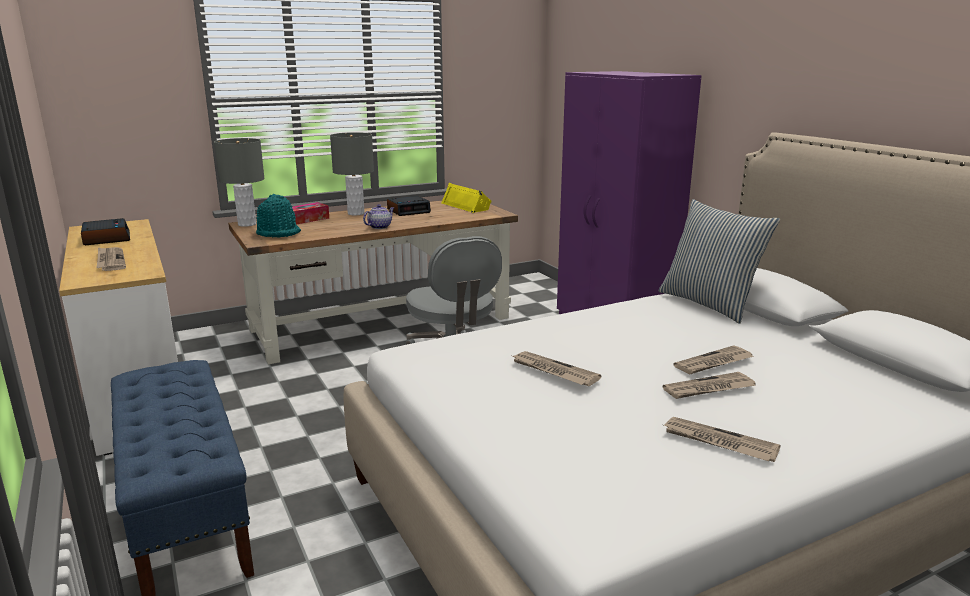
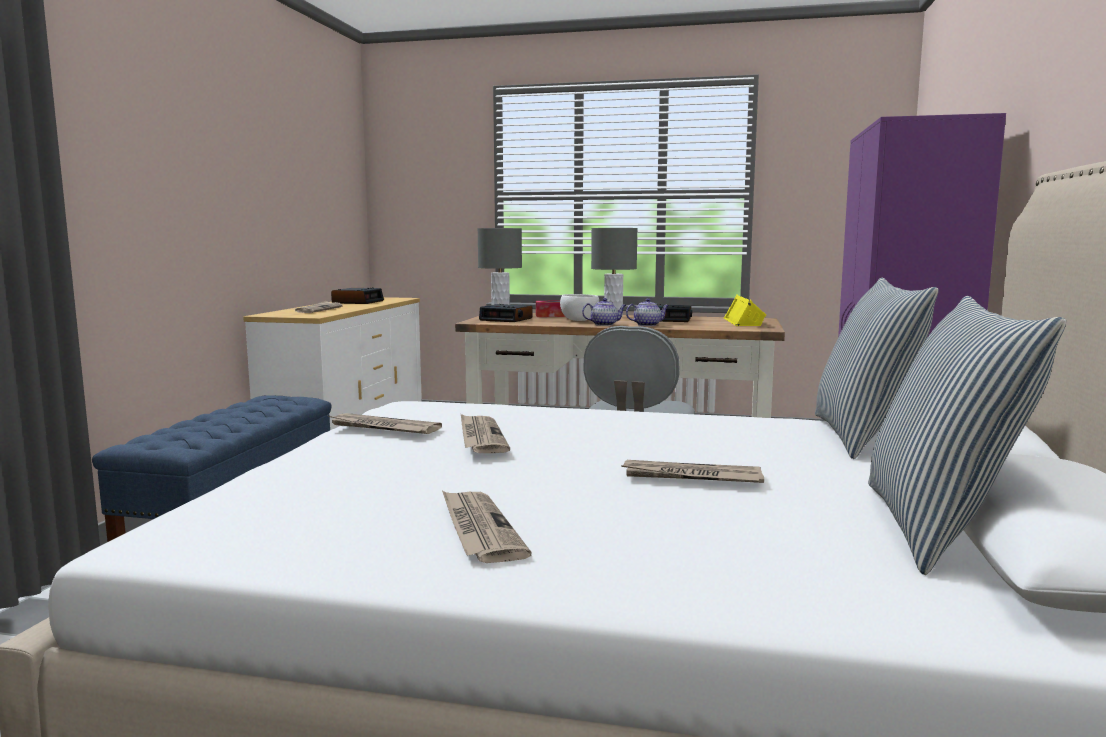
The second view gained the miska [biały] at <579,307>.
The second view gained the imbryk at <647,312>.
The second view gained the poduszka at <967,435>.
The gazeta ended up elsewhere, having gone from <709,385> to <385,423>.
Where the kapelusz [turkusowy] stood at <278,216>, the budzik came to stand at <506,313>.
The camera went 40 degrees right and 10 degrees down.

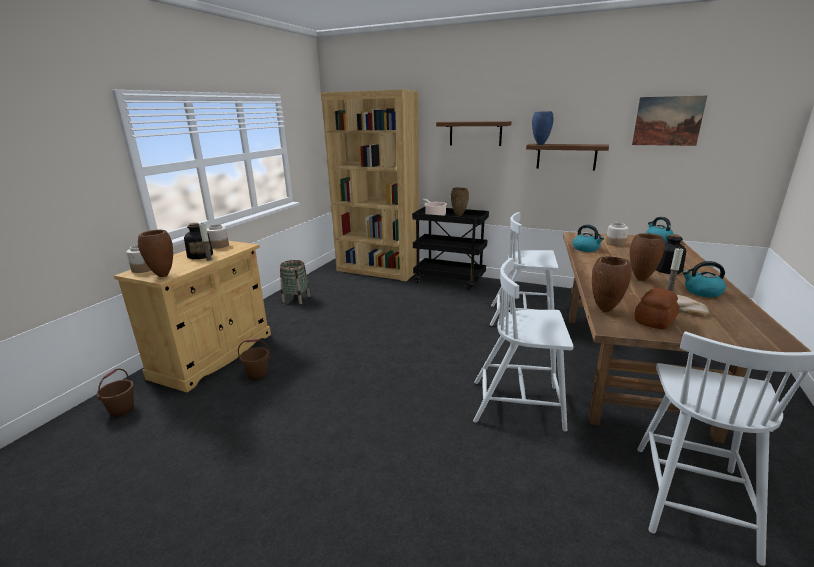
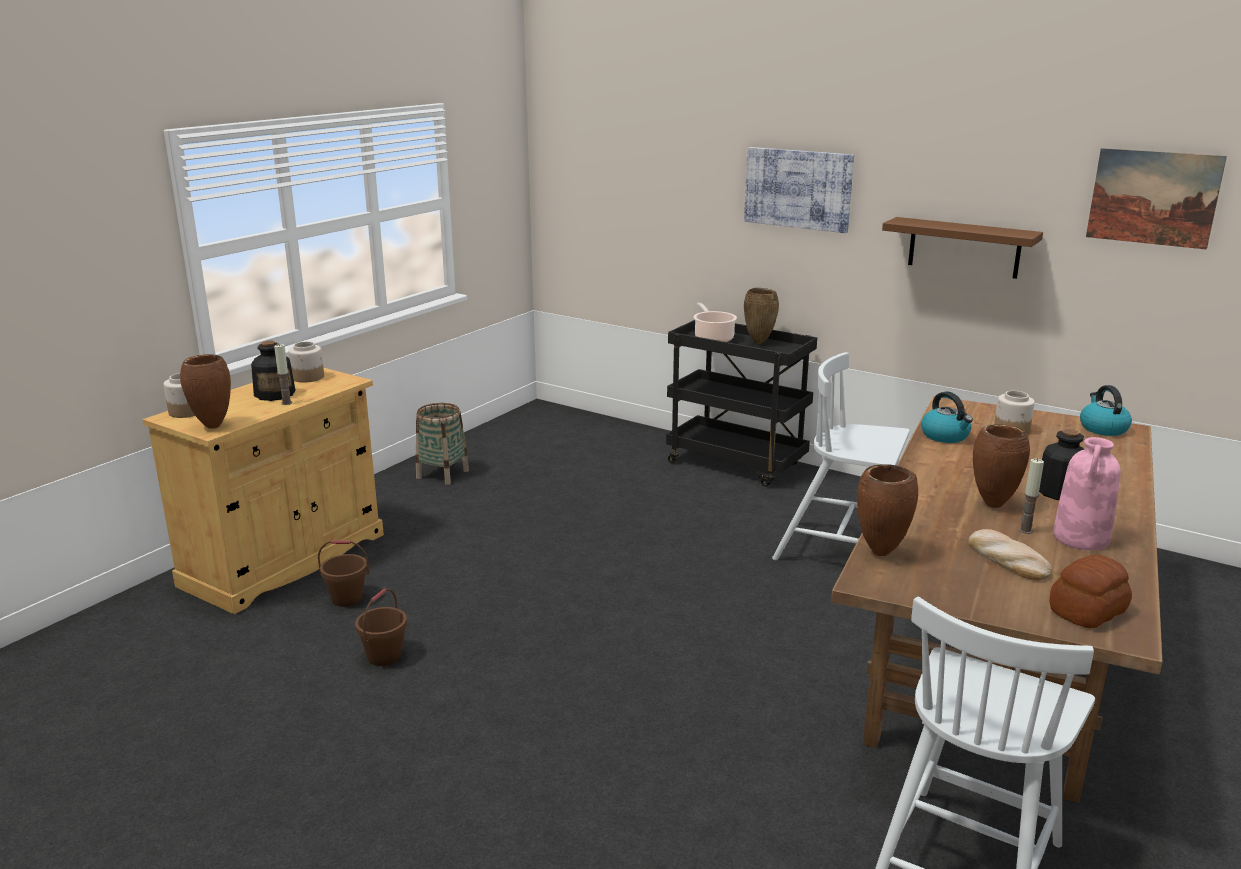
The second view lost the regał [brązowy] at <370,185>.
The second view lost the krzesło [biały] at <523,345>.
The second view lost the wazon [niebieski] at <543,128>.
The wiadro [brązowy] ended up elsewhere, having gone from <115,393> to <381,627>.
The chleb ended up elsewhere, having gone from <657,309> to <1090,592>.
Where the półka [brązowy] hung at <474,133>, the obraz came to hang at <799,190>.
Where the czajnik stood at <704,279>, the wazon [różowy] came to stand at <1087,493>.
The camera went 10 degrees right and 0 degrees up.

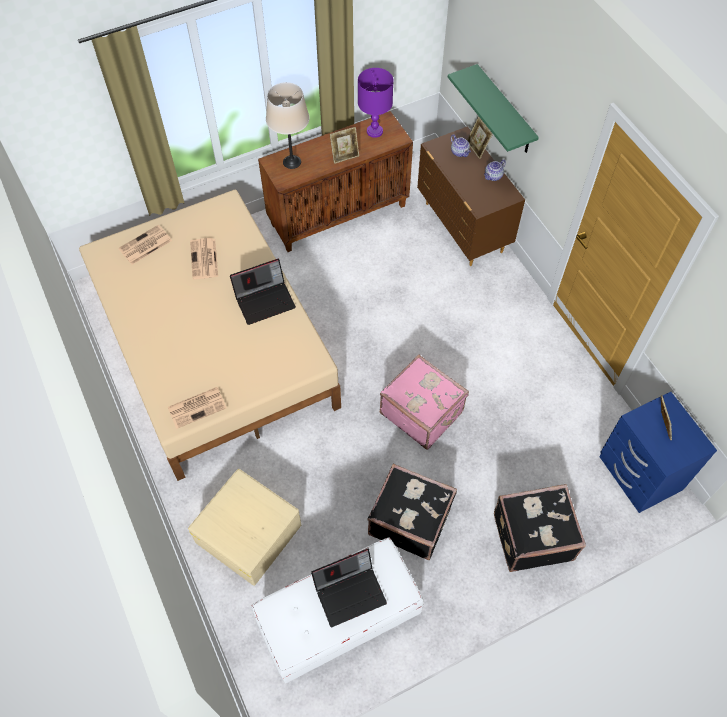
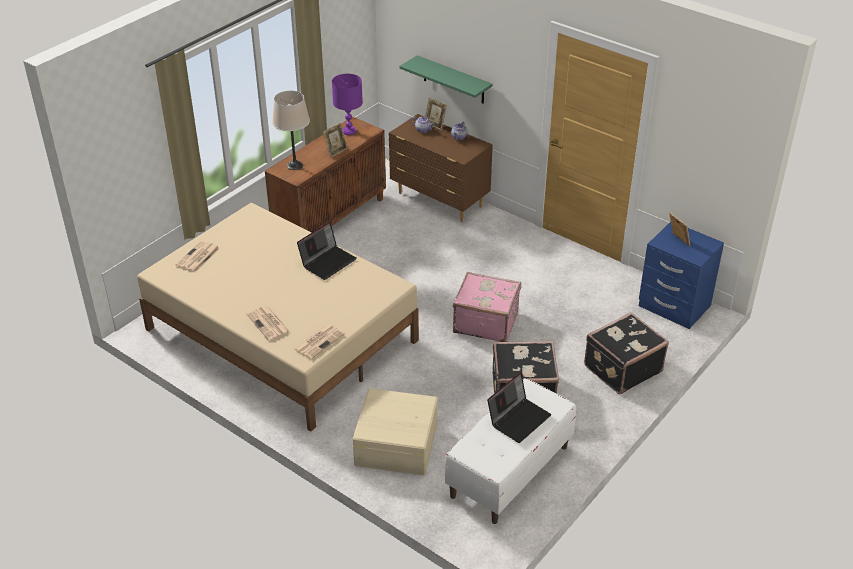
The gazeta ended up elsewhere, having gone from <204,258> to <268,323>.
The camera went 25 degrees left and 20 degrees down.

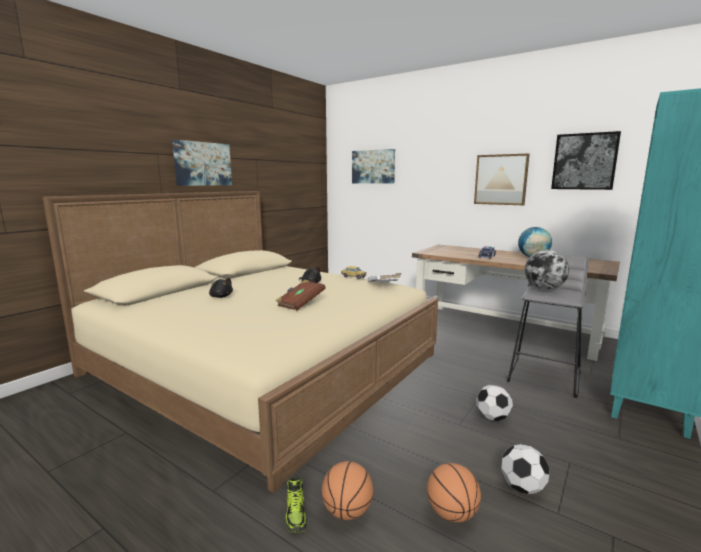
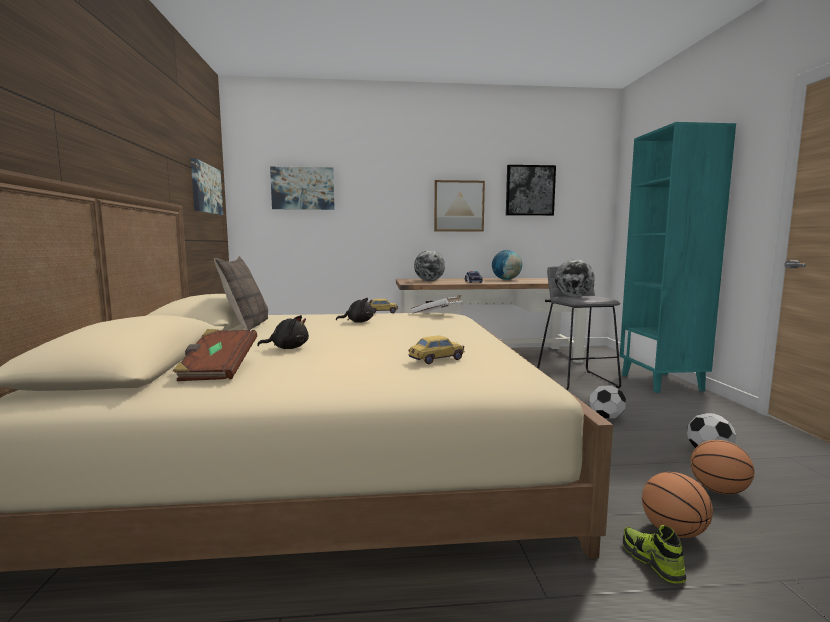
The second view gained the poduszka at <241,293>.
The second view gained the samochodzik at <436,349>.
The second view gained the globus at <429,265>.
The obraz ended up elsewhere, having gone from <202,162> to <207,186>.
The książka [brązowy] ended up elsewhere, having gone from <301,295> to <215,355>.
The but at <296,504> ended up facing another way, 150 degrees counterclockwise from before.
The camera went 40 degrees left and 5 degrees down.

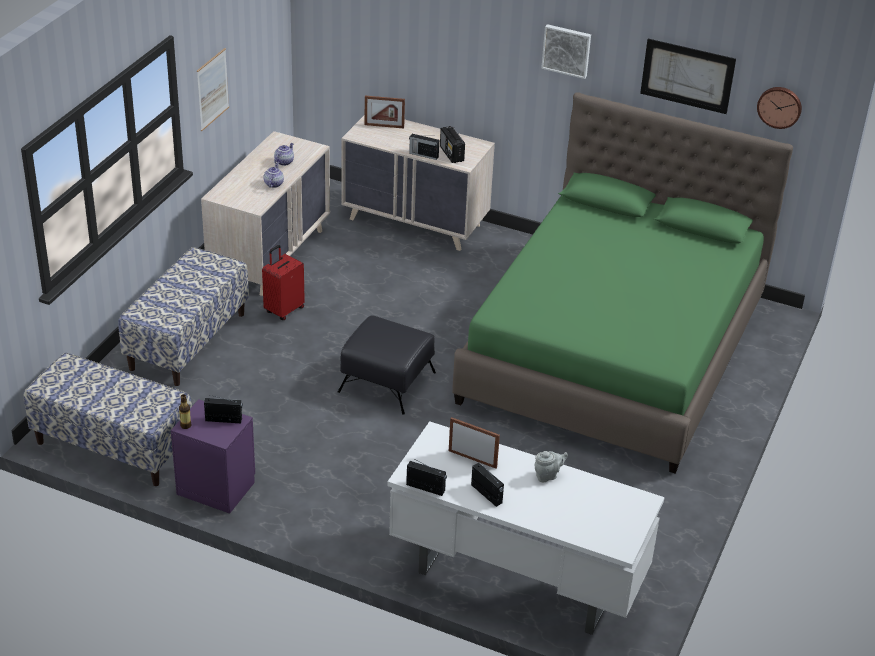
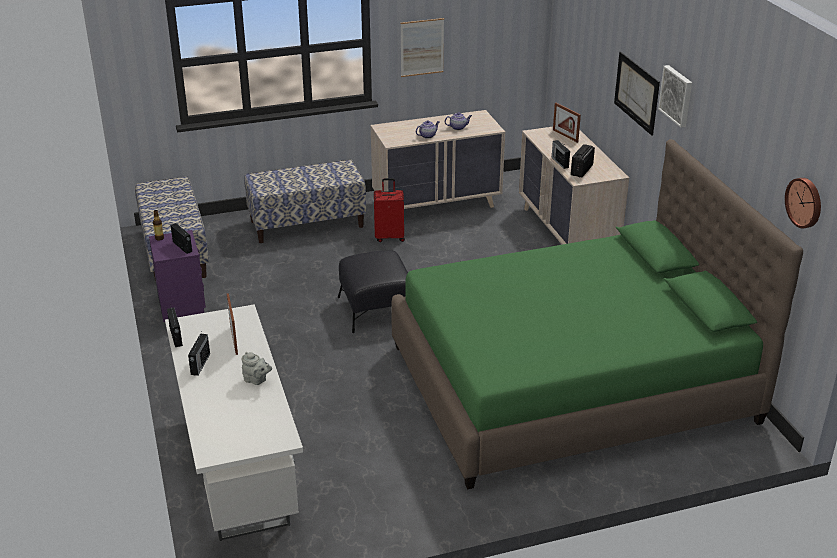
The obraz ended up elsewhere, having gone from <688,76> to <637,94>.
The camera went 50 degrees right and 5 degrees down.

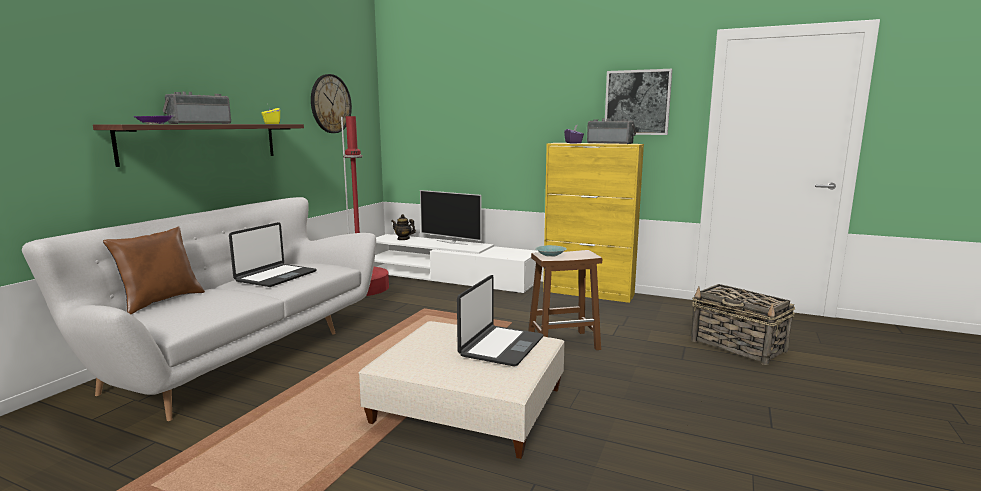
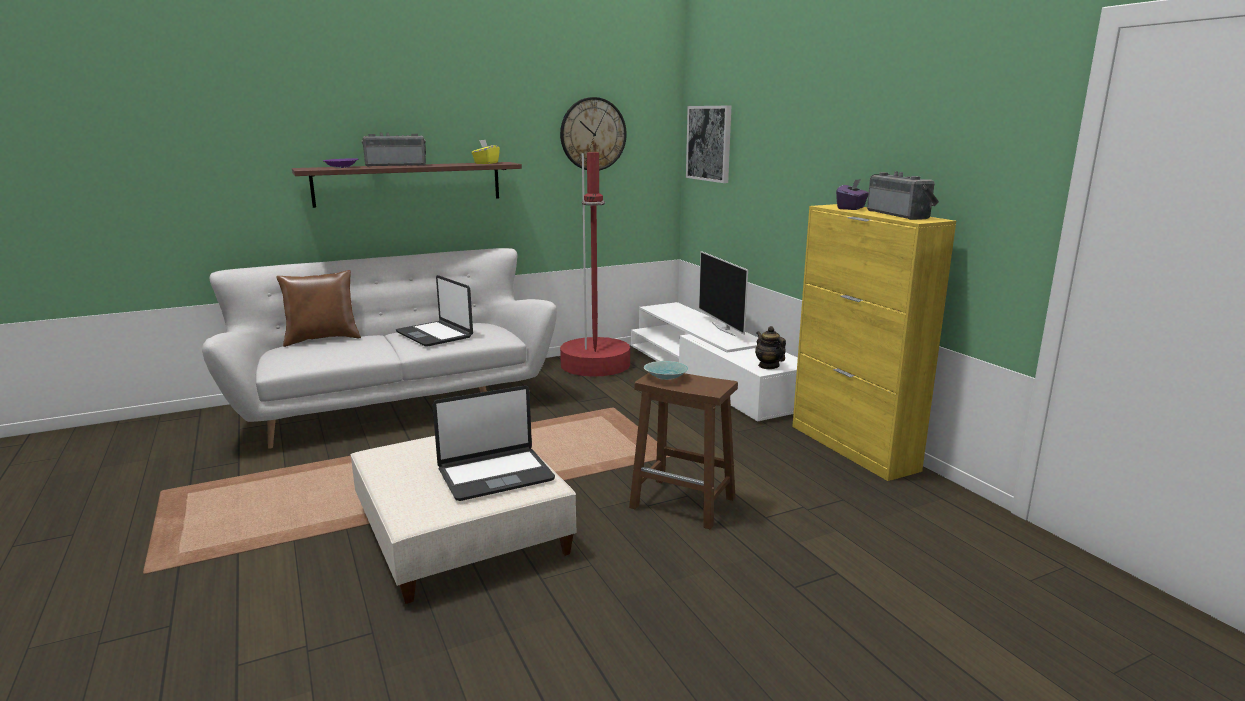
The second view lost the koszyk at <743,324>.
The imbryk ended up elsewhere, having gone from <404,227> to <770,347>.
The obraz ended up elsewhere, having gone from <638,102> to <708,144>.
The laptop at <273,254> ended up facing another way, 75 degrees clockwise from before.
The camera went 40 degrees right and 5 degrees up.

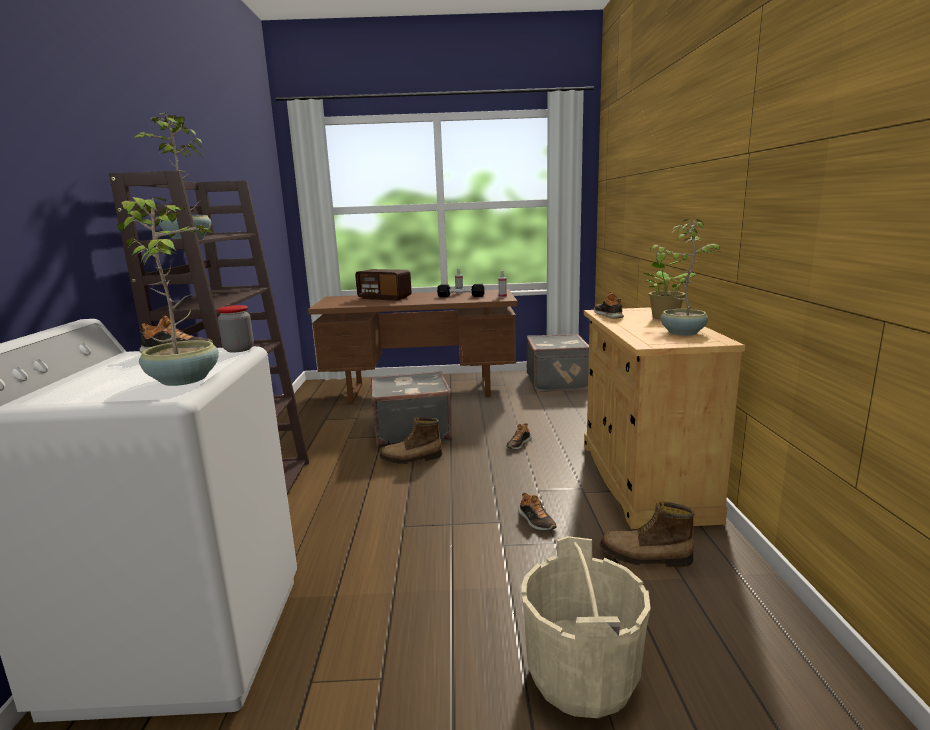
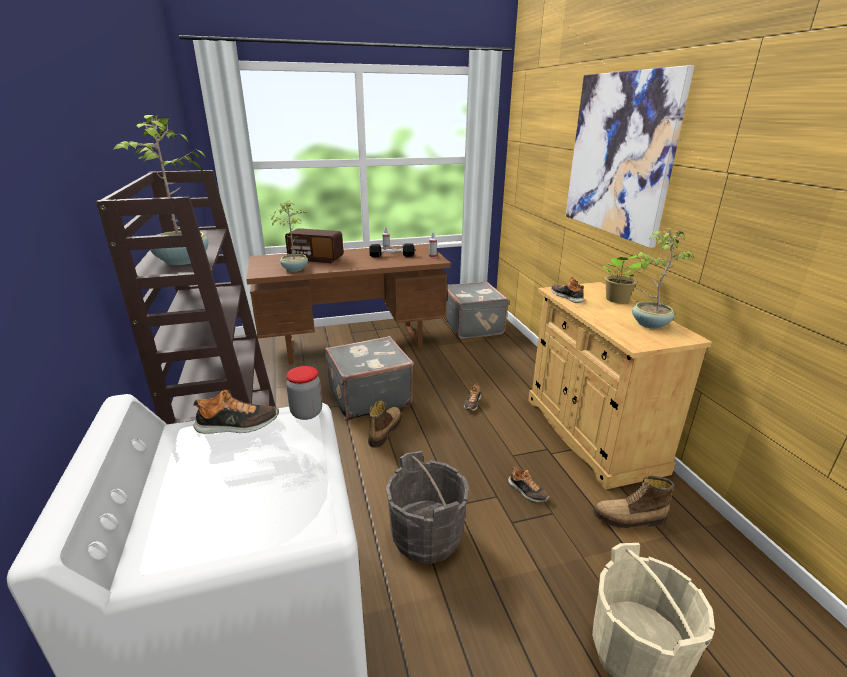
The second view gained the wiadro [szary] at <427,507>.
The second view gained the obraz at <629,156>.
The roślina doniczkowa ended up elsewhere, having gone from <168,291> to <288,236>.
The but z cholewką at <411,440> ended up facing another way, 135 degrees clockwise from before.
The camera went 15 degrees left and 10 degrees up.

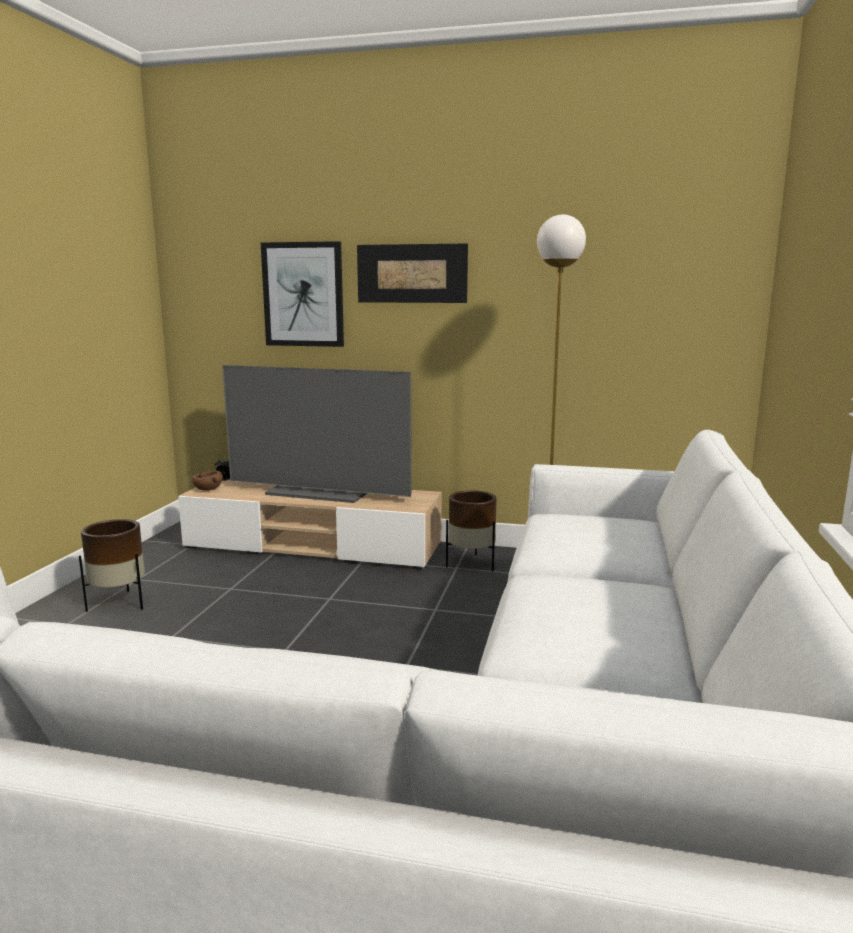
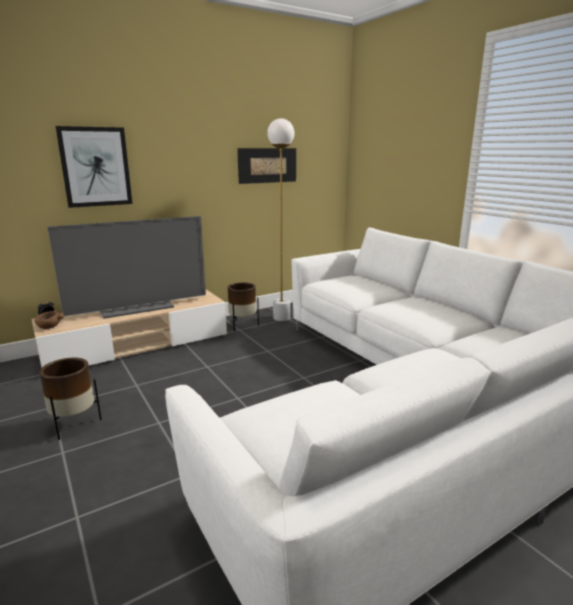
The obraz ended up elsewhere, having gone from <412,273> to <266,166>.
The camera went 45 degrees left and 5 degrees up.

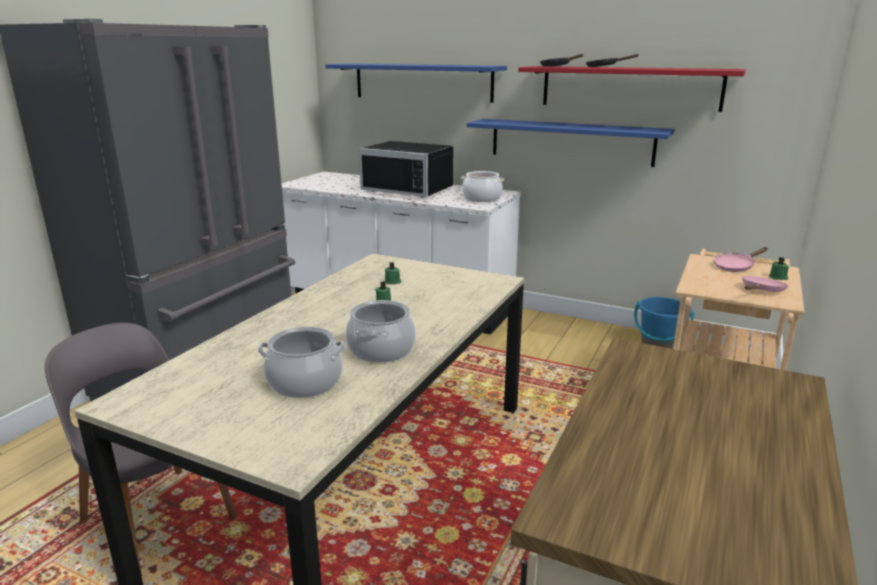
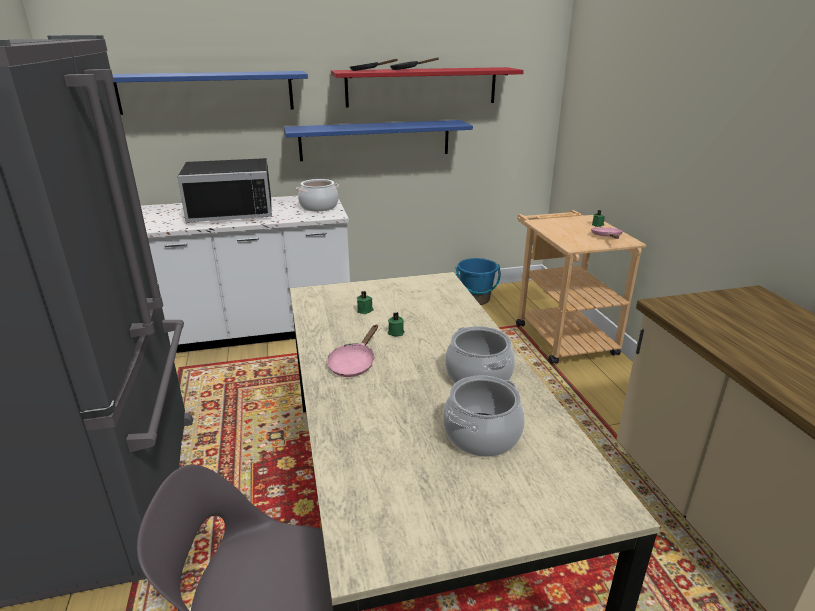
The patelnia [różowy] ended up elsewhere, having gone from <741,259> to <352,351>.
The camera went 40 degrees left and 5 degrees up.

